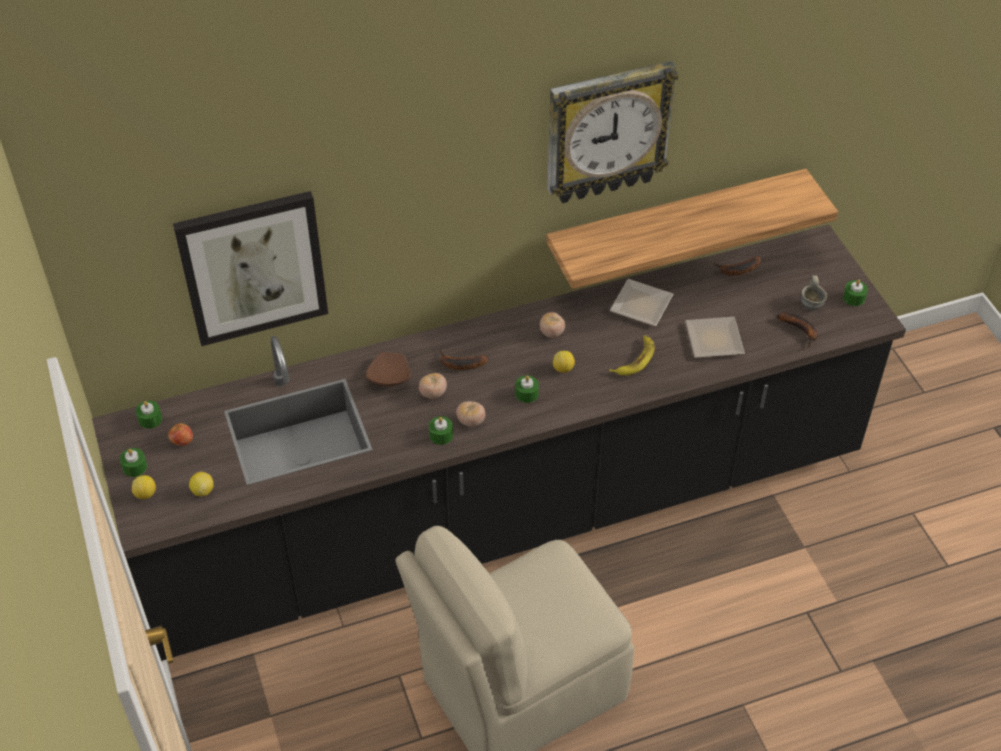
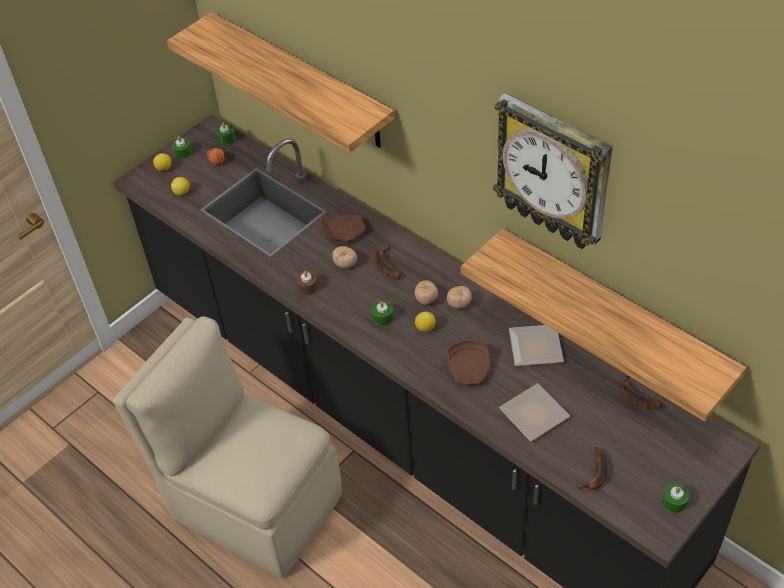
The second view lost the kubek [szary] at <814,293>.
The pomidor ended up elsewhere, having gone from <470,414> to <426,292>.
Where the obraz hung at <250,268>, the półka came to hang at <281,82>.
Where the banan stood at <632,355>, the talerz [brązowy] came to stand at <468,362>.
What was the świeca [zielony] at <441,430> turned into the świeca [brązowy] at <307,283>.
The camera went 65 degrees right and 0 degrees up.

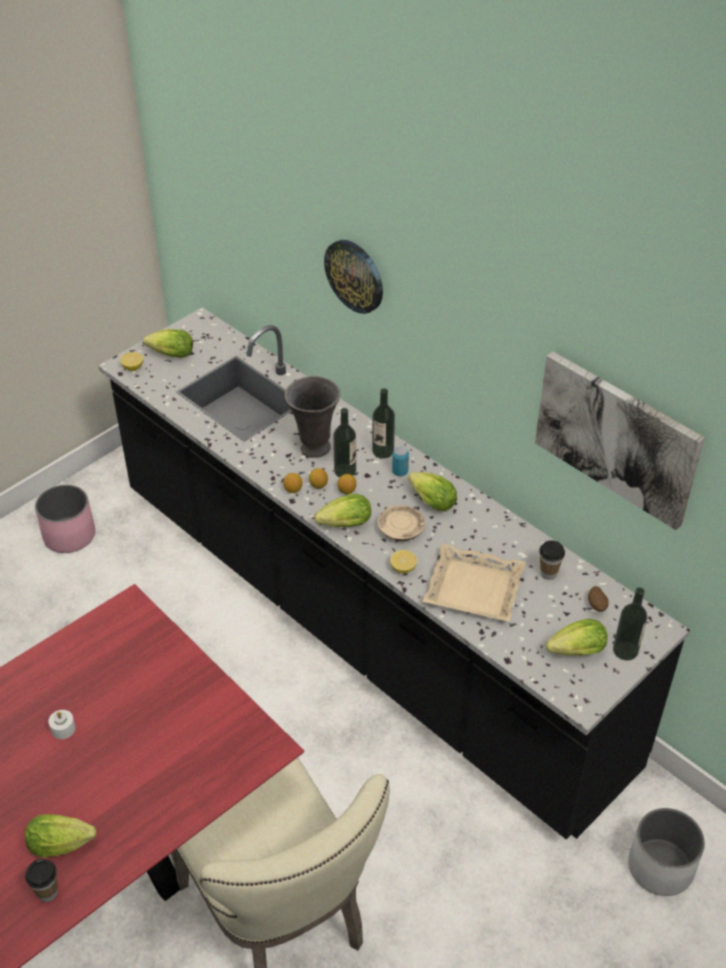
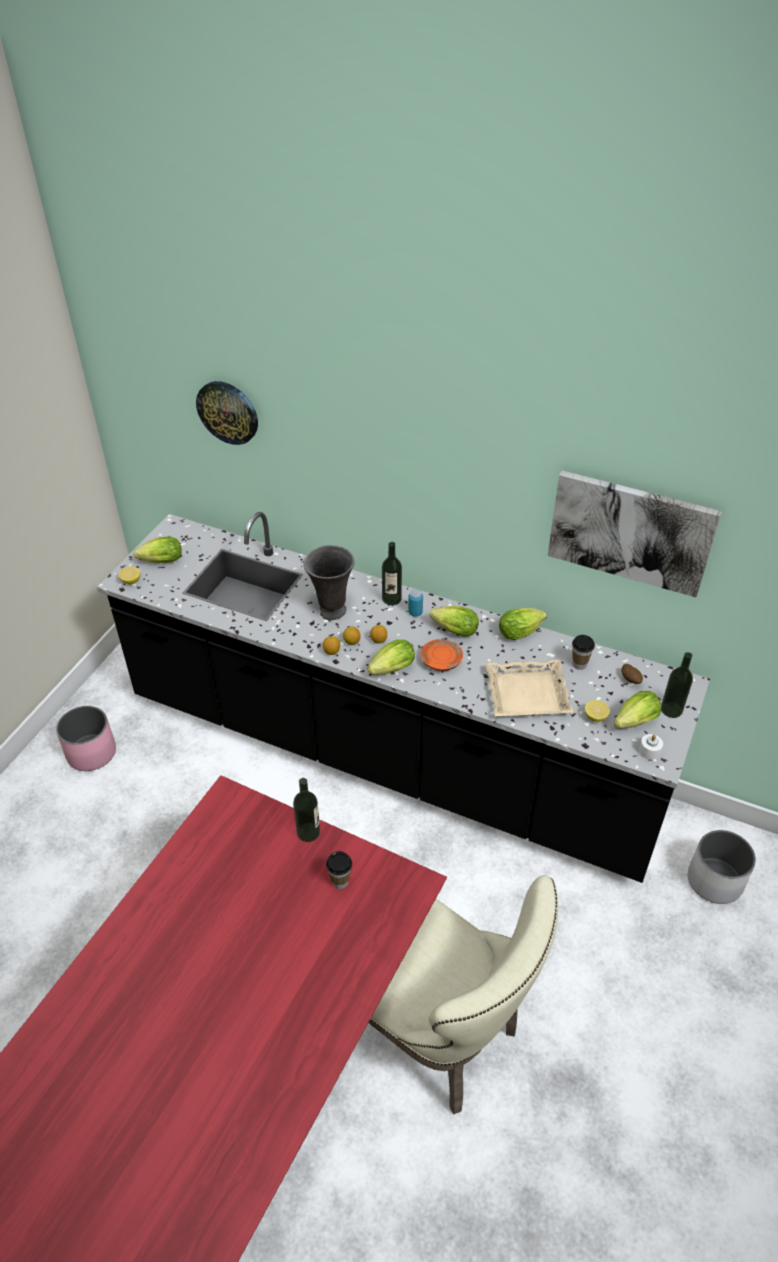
The sałata ended up elsewhere, having gone from <60,835> to <523,624>.
The filiżanka ended up elsewhere, having gone from <41,880> to <339,870>.
The świeca [biały] ended up elsewhere, having gone from <62,724> to <651,747>.
The zegar ścienny ended up elsewhere, having gone from <353,277> to <227,413>.
The butelka ended up elsewhere, having gone from <344,442> to <306,810>.
The cytryna ended up elsewhere, having gone from <403,561> to <597,711>.
What was the talerz [beżowy] at <401,523> turned into the talerz [pomarańczowy] at <442,655>.
The camera went 20 degrees left and 0 degrees up.

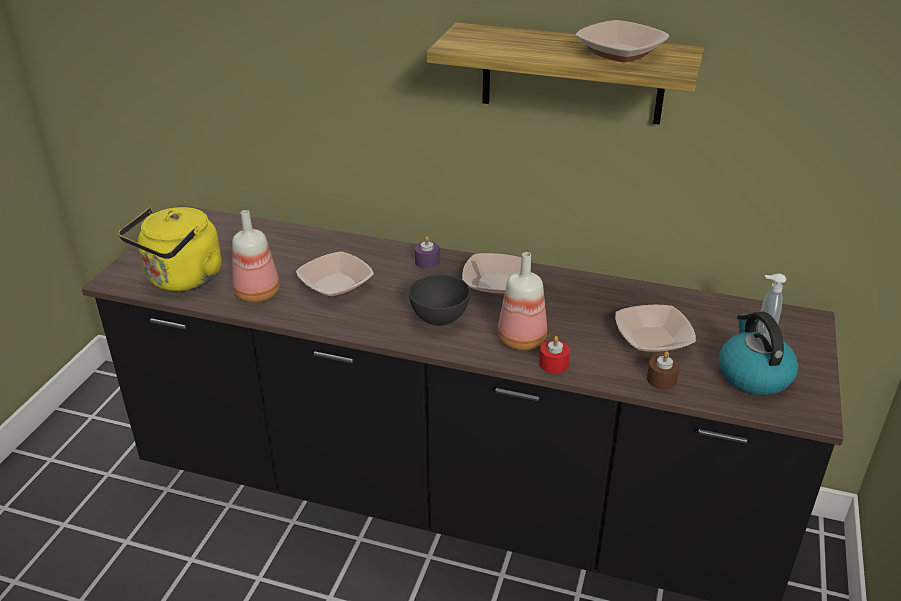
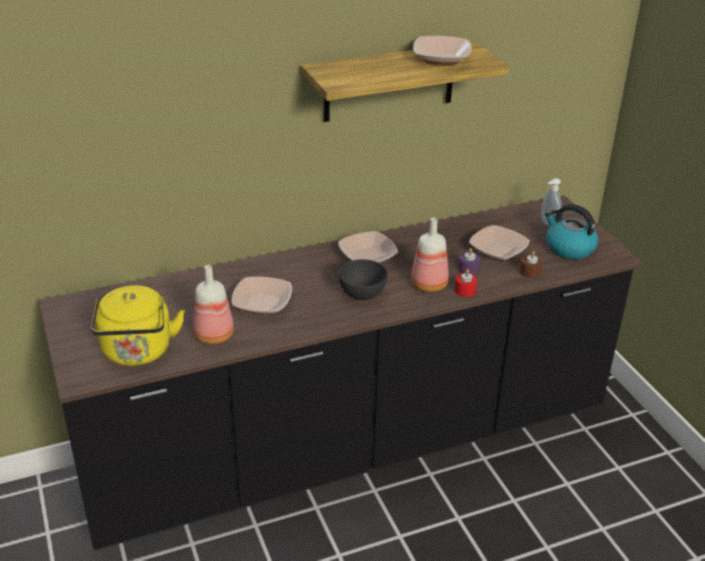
The świeca [fioletowy] ended up elsewhere, having gone from <427,252> to <469,261>.
The camera went 40 degrees left and 0 degrees up.

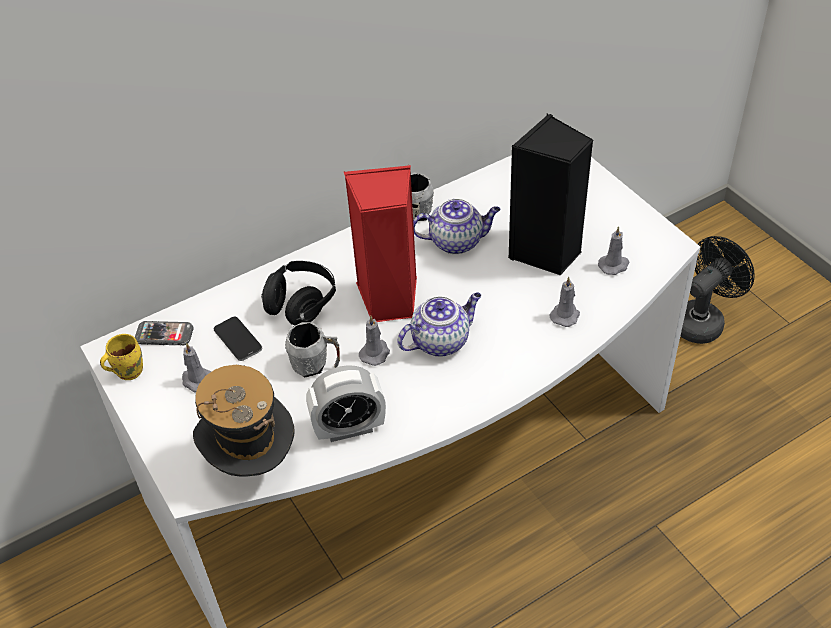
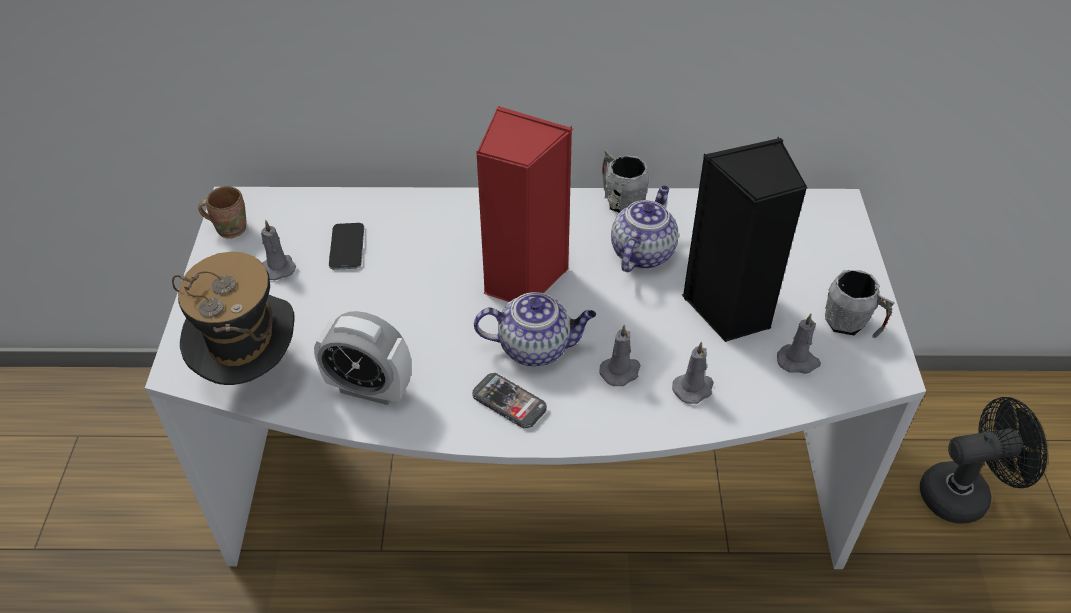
The second view lost the słuchawki [czarny] at <298,293>.
The telefon ended up elsewhere, having gone from <164,333> to <509,401>.
The kubek [szary] ended up elsewhere, having gone from <312,350> to <860,304>.
The świeca [szary] ended up elsewhere, having gone from <374,341> to <620,355>.
What was the kubek [żółty] at <121,357> turned into the kubek [brązowy] at <222,212>.
The imbryk at <457,226> ended up facing another way, 90 degrees counterclockwise from before.
The camera went 30 degrees right and 0 degrees up.

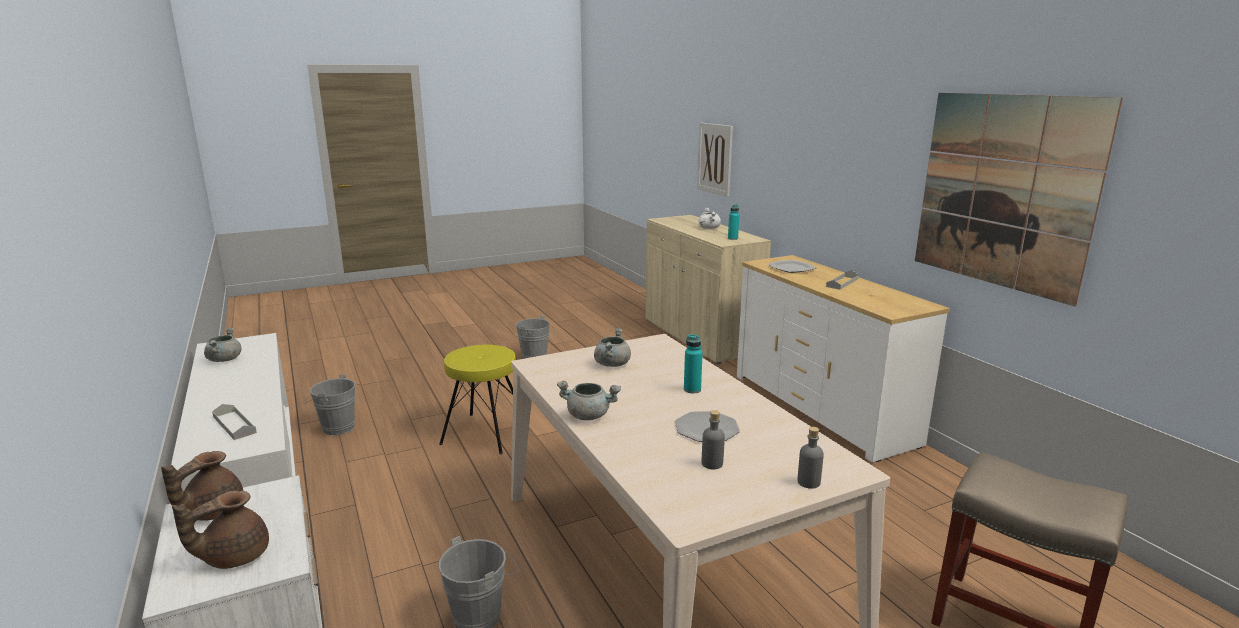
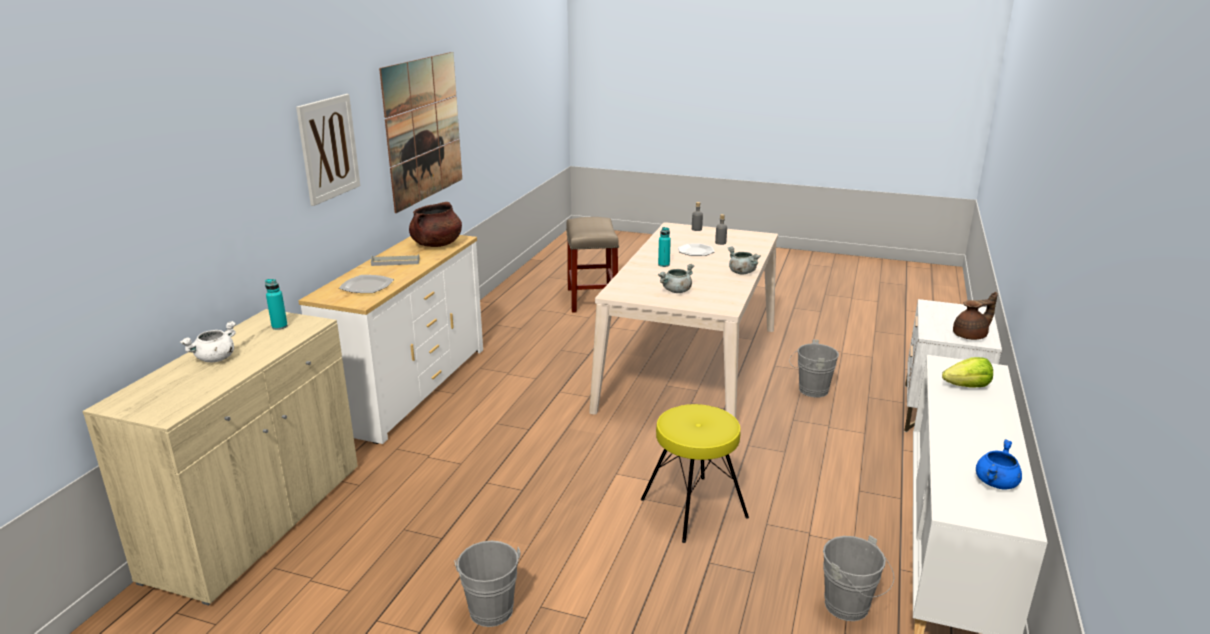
The second view lost the imbryk [brązowy] at <220,529>.
The second view gained the garnek [brązowy] at <435,224>.
The obraz ended up elsewhere, having gone from <715,160> to <328,150>.
Where the taca [szary] stood at <234,422>, the sałata came to stand at <967,372>.
What was the garnek [szary] at <223,345> turned into the garnek [niebieski] at <999,464>.
The camera went 135 degrees left and 5 degrees up.

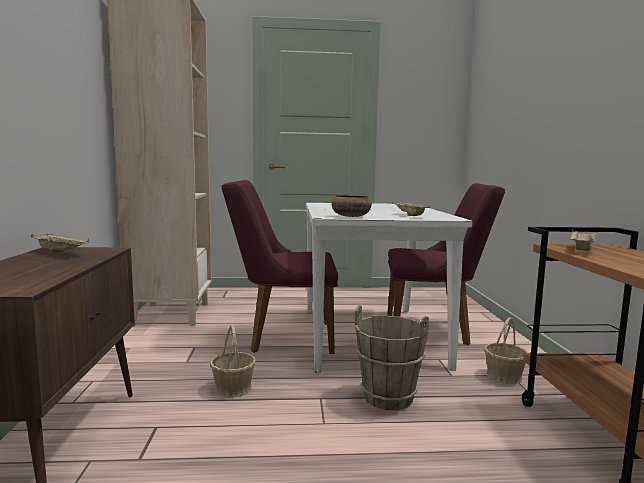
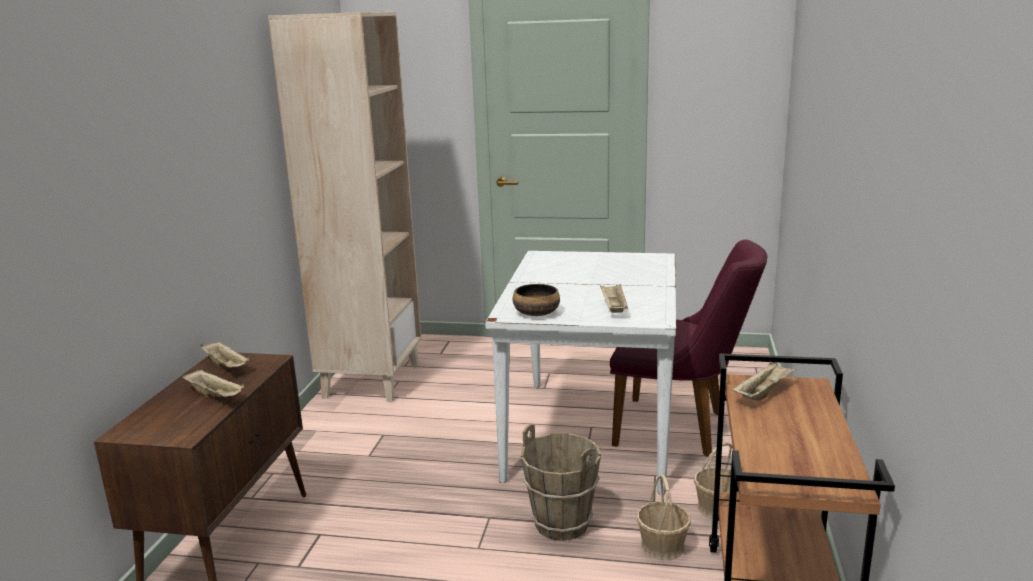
The second view lost the krzesło [fioletowy] at <280,267>.
The second view gained the taca [beżowy] at <213,383>.
The koszyk ended up elsewhere, having gone from <233,360> to <664,517>.
The camera went 15 degrees right and 10 degrees up.

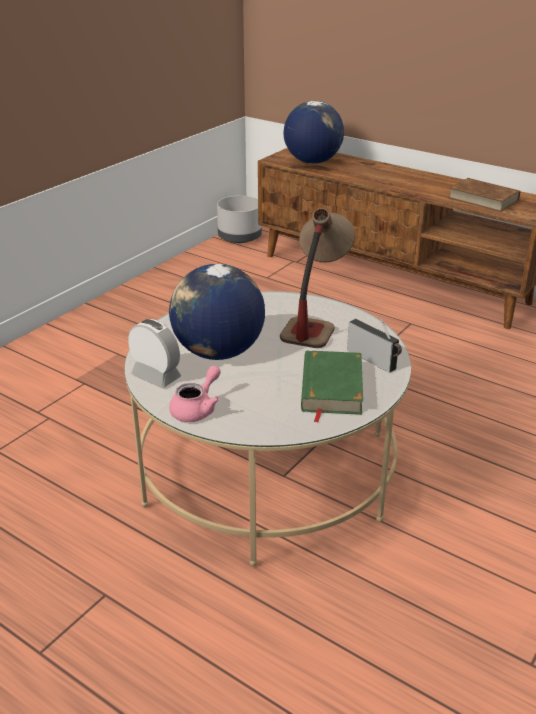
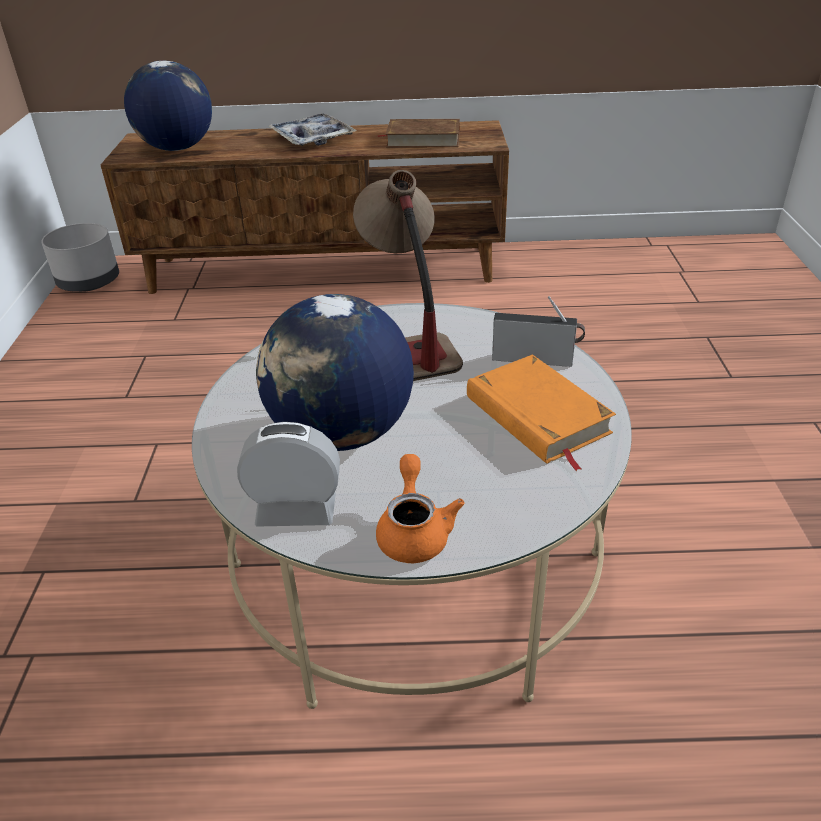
The second view gained the taca at <313,129>.
What was the imbryk [różowy] at <195,394> turned into the imbryk [pomarańczowy] at <420,508>.
What was the książka [zielony] at <332,386> turned into the książka [pomarańczowy] at <541,413>.
The camera went 35 degrees left and 5 degrees up.

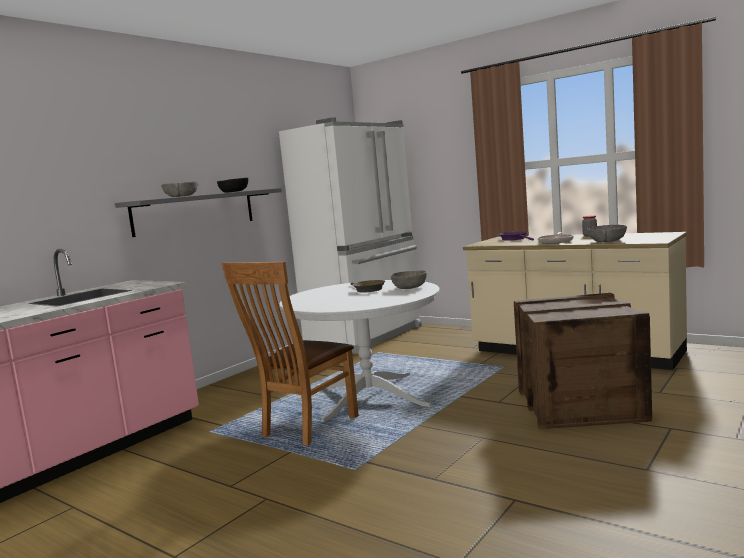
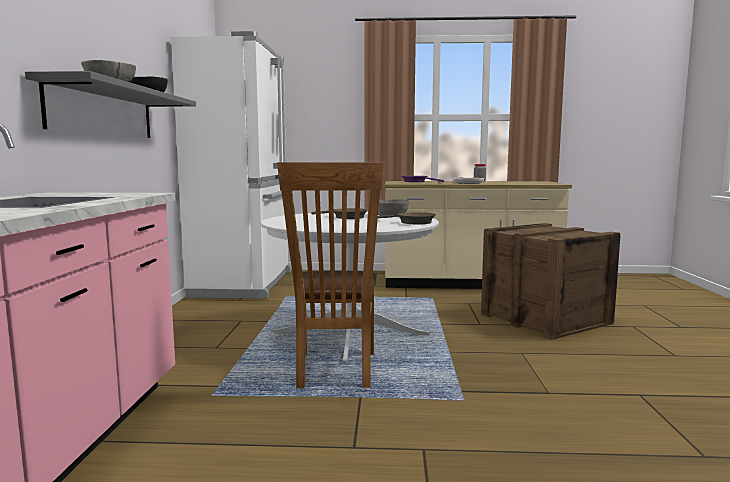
The second view lost the miska [szary] at <607,233>.
The second view gained the patelnia [brązowy] at <407,218>.
The camera went 35 degrees left and 0 degrees up.

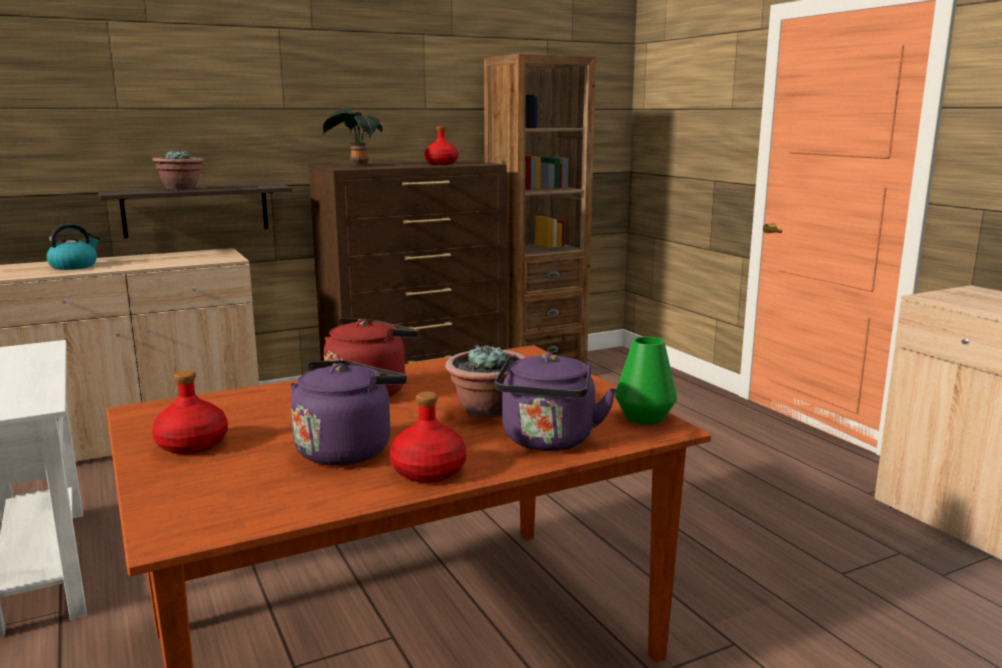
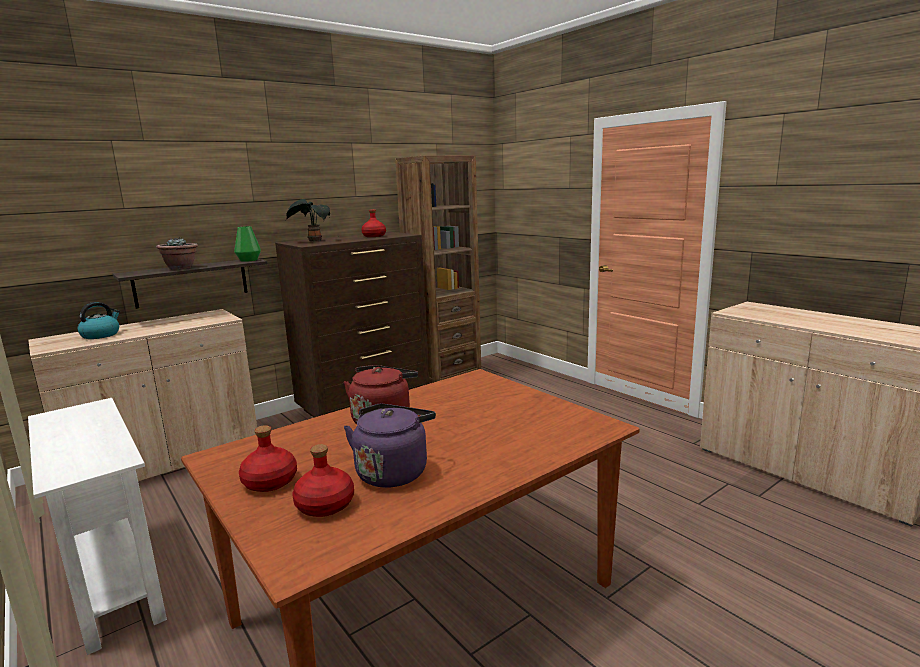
The second view lost the roślina doniczkowa at <485,381>.
The second view lost the czajnik [fioletowy] at <555,402>.
The butelka [czerwony] ended up elsewhere, having gone from <428,437> to <323,480>.
The wazon [zielony] ended up elsewhere, having gone from <646,381> to <247,244>.
The camera went 10 degrees left and 0 degrees up.

